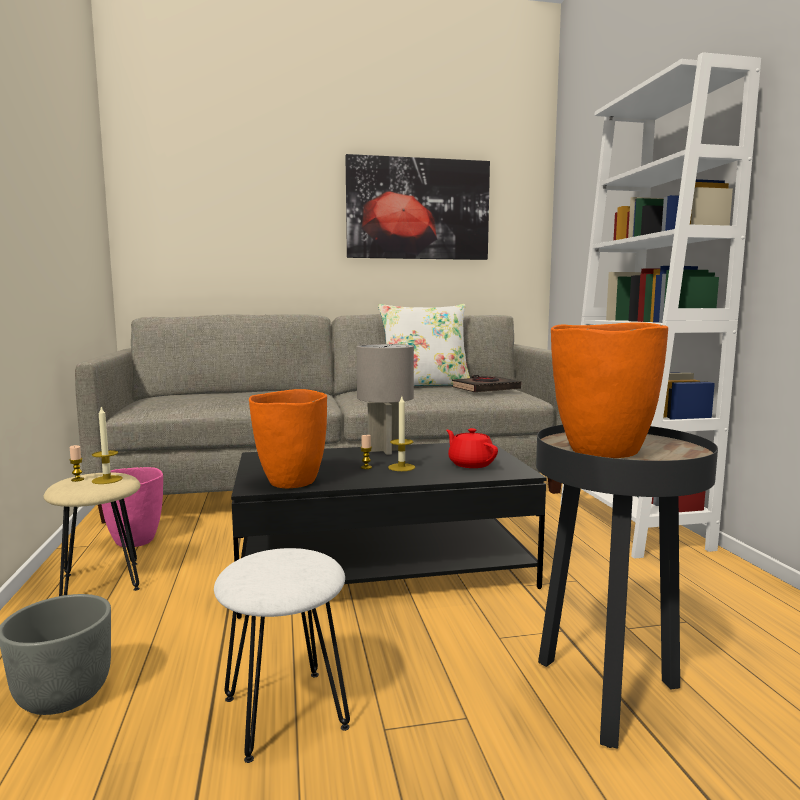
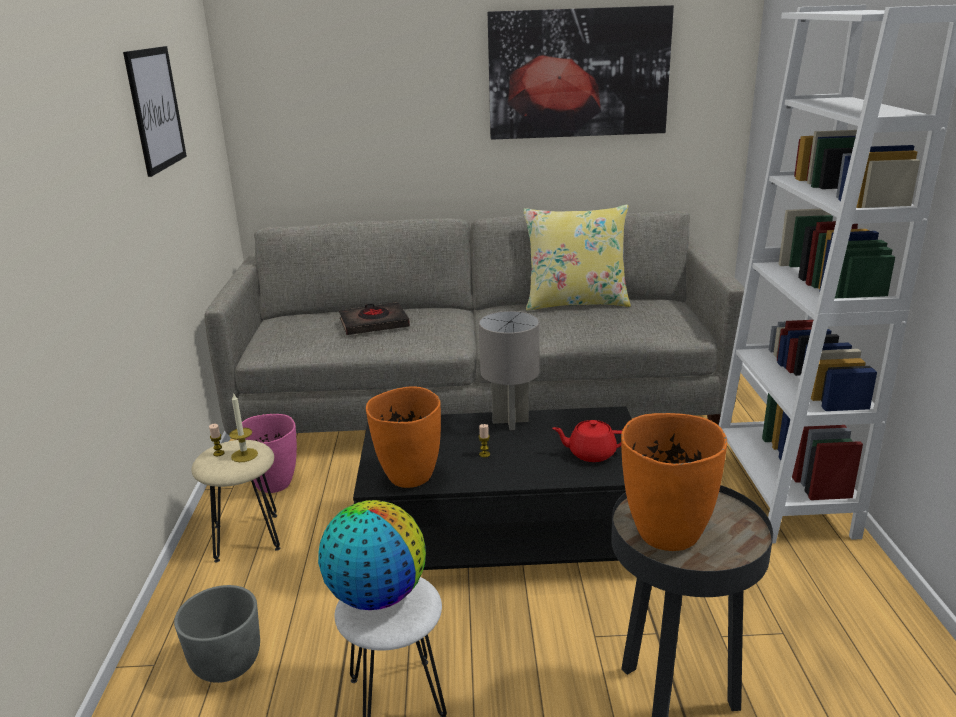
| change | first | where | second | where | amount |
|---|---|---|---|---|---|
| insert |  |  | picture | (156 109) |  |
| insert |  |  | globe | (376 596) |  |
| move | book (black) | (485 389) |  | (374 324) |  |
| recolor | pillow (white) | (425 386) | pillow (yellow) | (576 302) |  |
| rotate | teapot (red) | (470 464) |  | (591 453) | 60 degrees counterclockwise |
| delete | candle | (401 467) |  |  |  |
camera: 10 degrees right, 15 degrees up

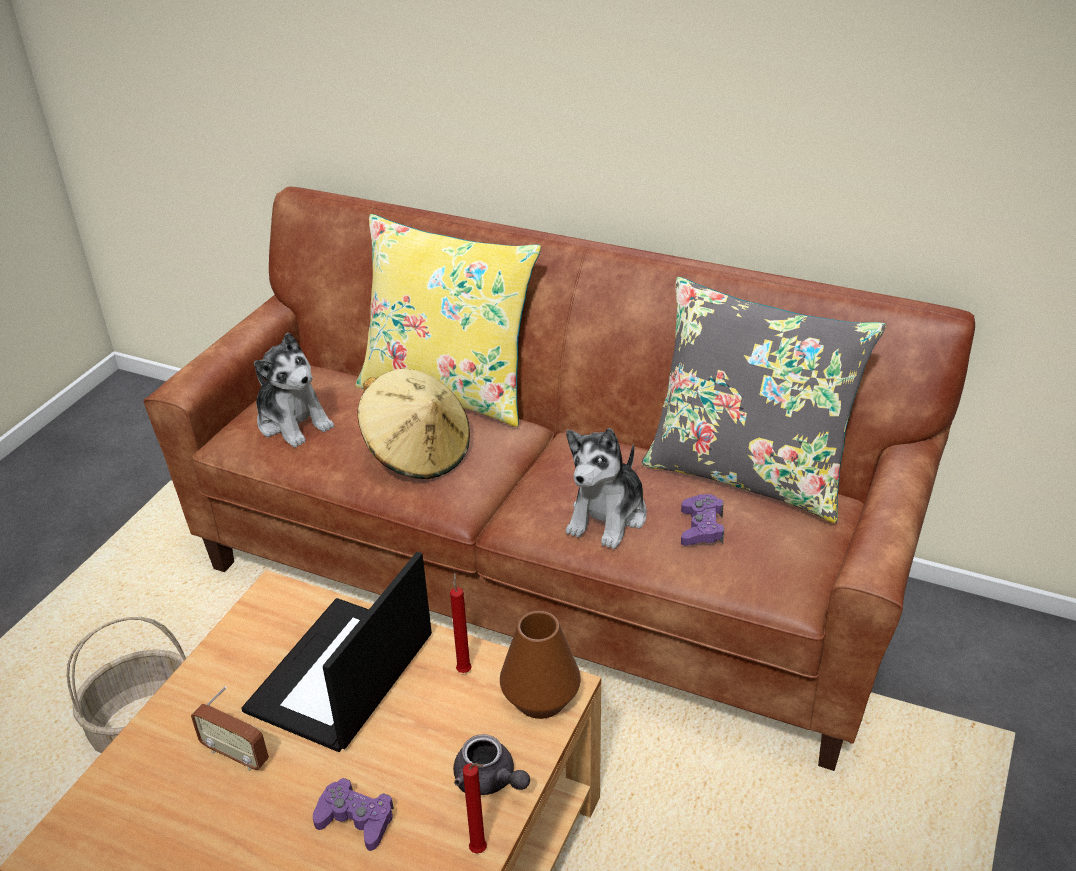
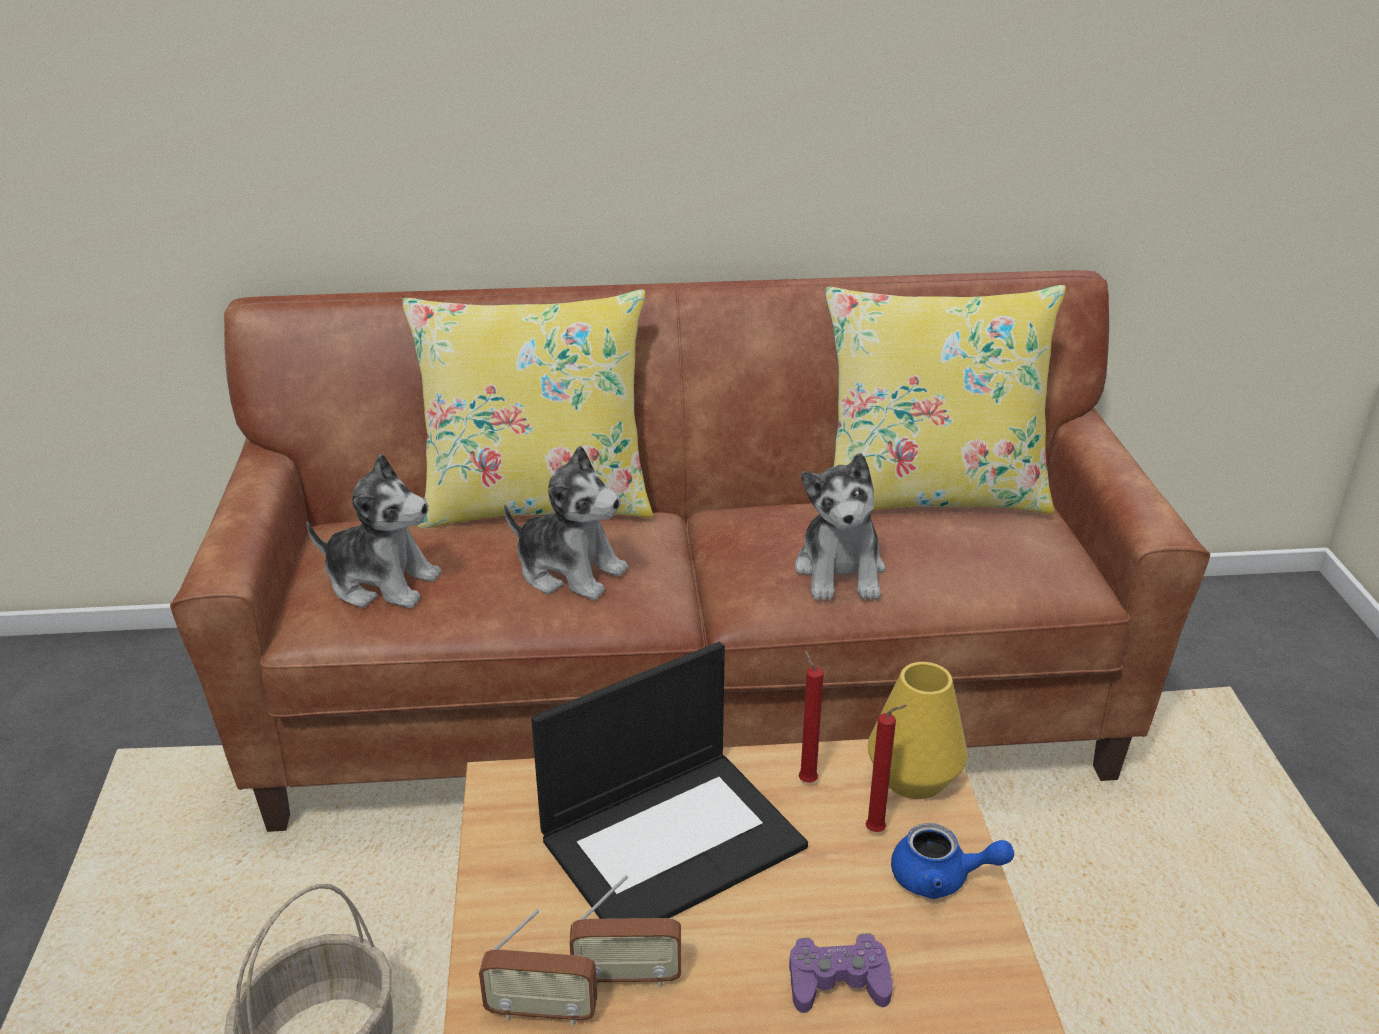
| change | first | where | second | where | amount |
|---|---|---|---|---|---|
| insert |  |  | radio | (541 1011) |  |
| replace | hat (beige) | (417 453) | plush toy | (569 571) |  |
| rotate | laptop | (341 676) |  | (673 839) | 120 degrees counterclockwise |
| recolor | pillow (grey) | (748 473) | pillow (yellow) | (930 494) |  |
| move | candle (red) | (480 851) |  | (878 831) |  |
| recolor | vase (brown) | (540 699) | vase (yellow) | (913 778) |  |
| recolor | teapot (grey) | (489 781) | teapot (blue) | (941 878) |  |
| delete | game controller (purple) | (701 527) |  |  |  |
camera: 30 degrees left, 5 degrees down

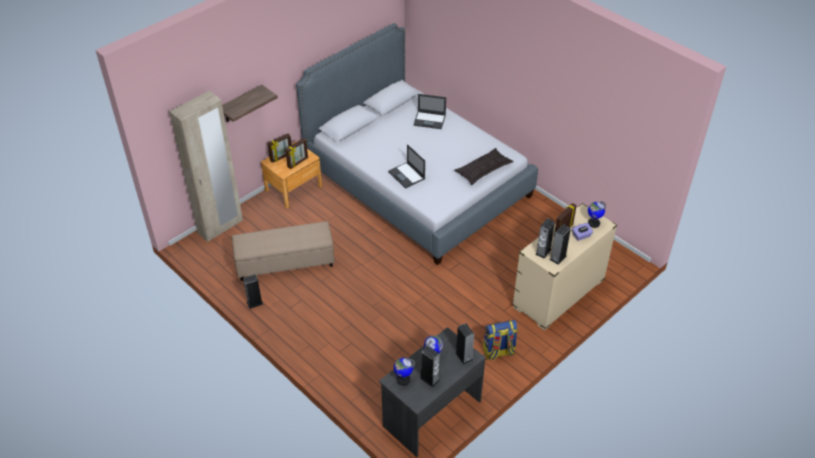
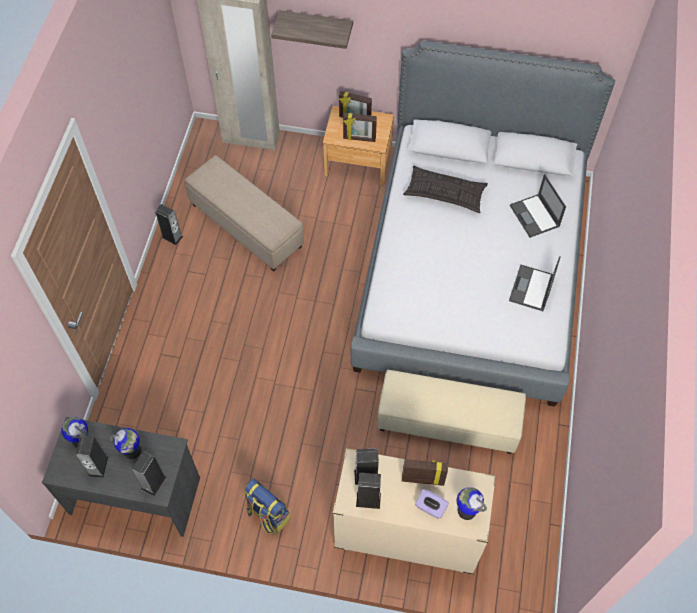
| change | first | where | second | where | amount |
|---|---|---|---|---|---|
| insert |  |  | ottoman (beige) | (448 421) |  |
| move | pillow | (483 169) |  | (445 193) |  |
| move | laptop | (407 175) |  | (531 289) |  |
camera: 55 degrees right, 15 degrees up

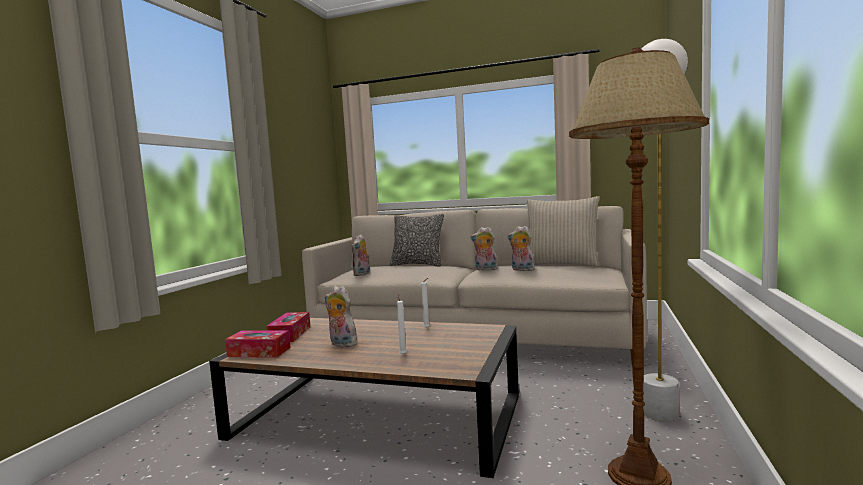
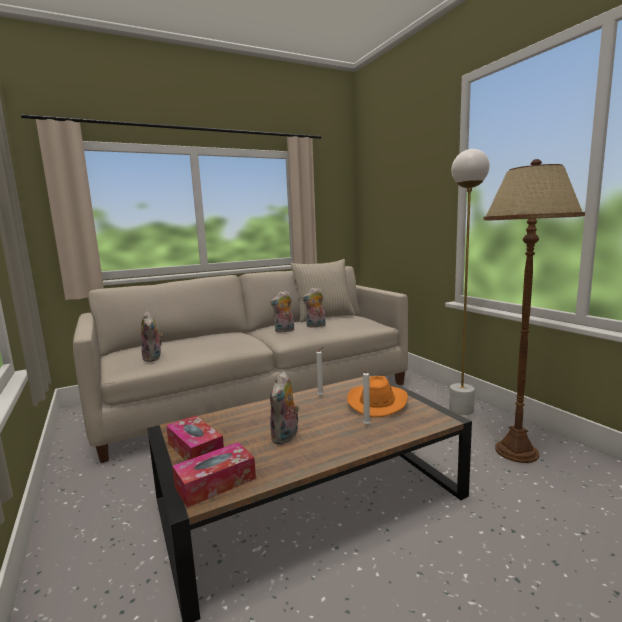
| change | first | where | second | where | amount |
|---|---|---|---|---|---|
| rotate | plush toy | (341 344) |  | (286 437) | 60 degrees counterclockwise |
| insert |  |  | hat (orange) | (377 402) |  |
| delete | pillow | (418 265) |  |  |  |
camera: 45 degrees left, 5 degrees up

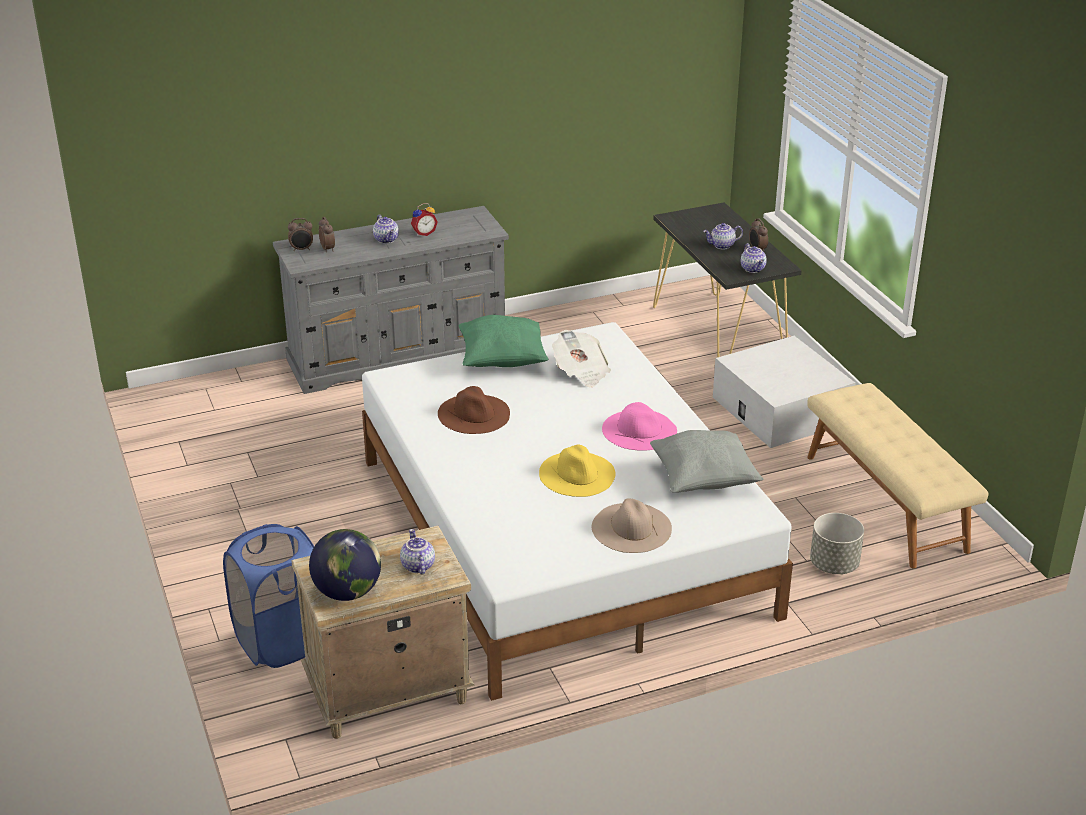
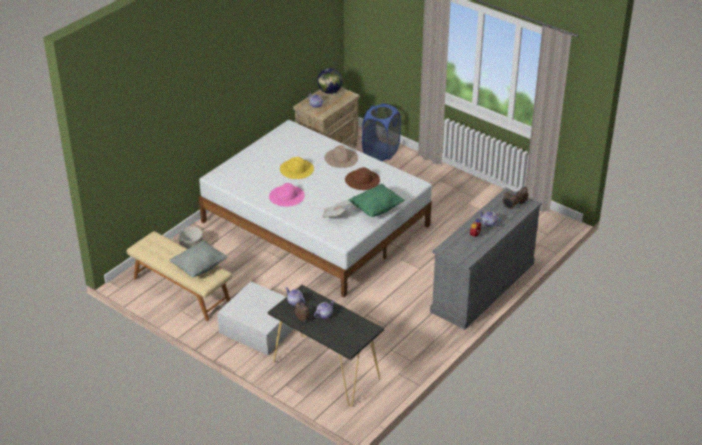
| change | first | where | second | where | amount |
|---|---|---|---|---|---|
| move | pillow (grey) | (703 481) |  | (199 267) |  |
| move | hat (beige) | (631 527) |  | (341 158) |  |
camera: 150 degrees right, 5 degrees up

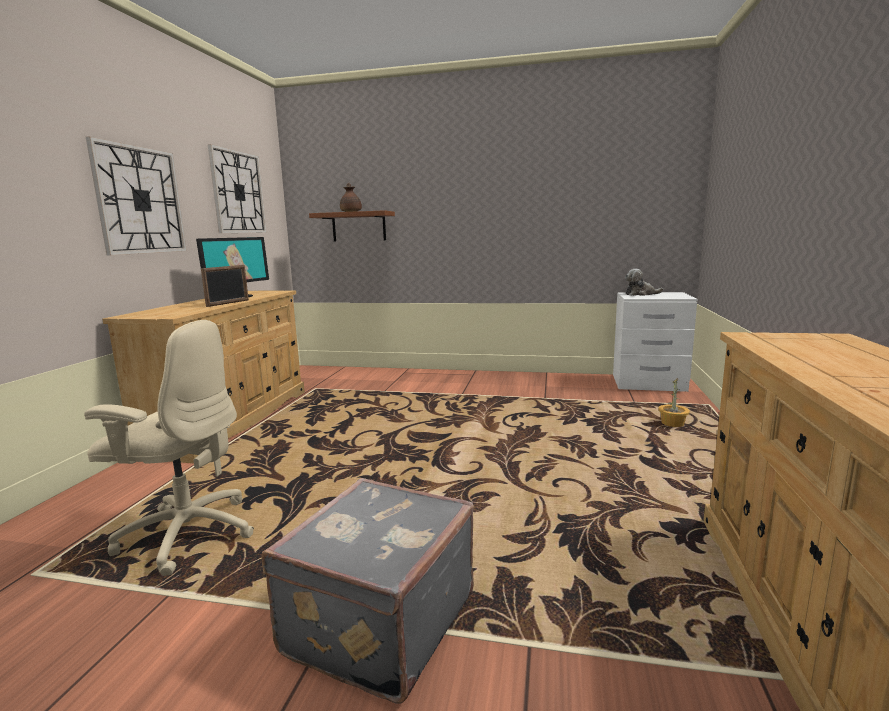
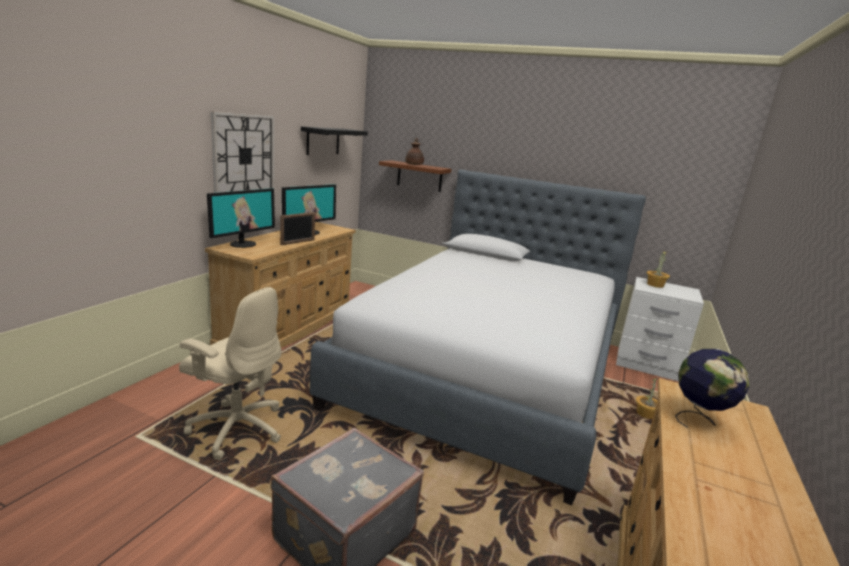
| change | first | where | second | where | amount |
|---|---|---|---|---|---|
| insert |  |  | monitor | (242 244) |  |
| replace | wall clock | (238 192) | shelf (black) | (323 141) |  |
| insert |  |  | bed | (487 372) |  |
| replace | plush toy | (640 294) | potted plant | (655 285) |  |
| insert |  |  | globe | (699 420) |  |
camera: 10 degrees right, 5 degrees up

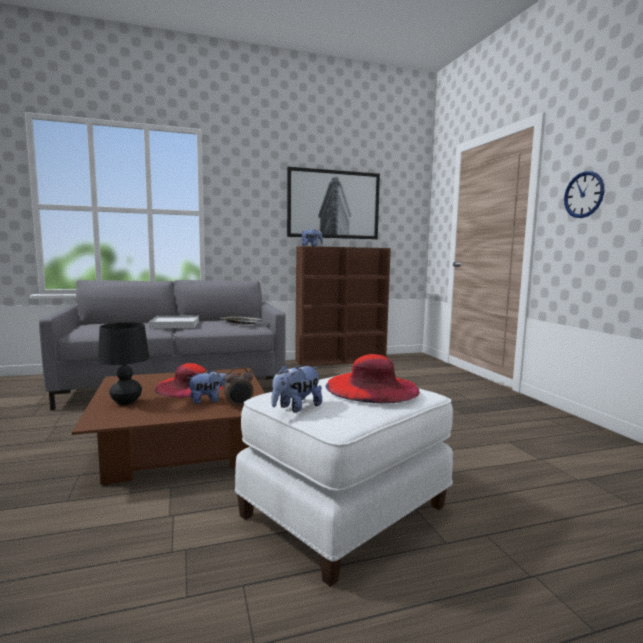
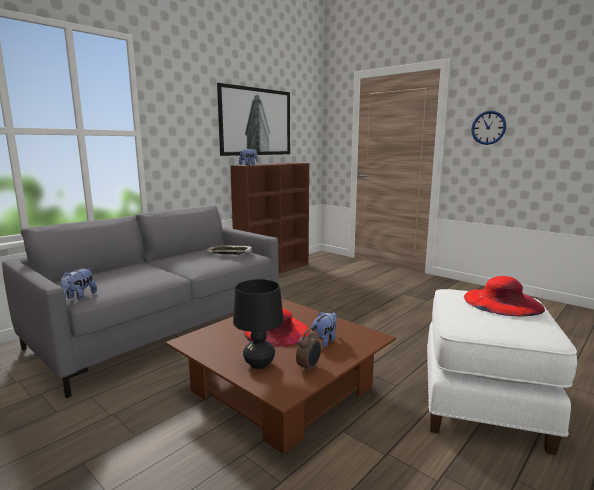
| change | first | where | second | where | amount |
|---|---|---|---|---|---|
| move | plush toy | (296 408) |  | (79 296) |  |
| move | alarm clock | (239 406) |  | (309 367) |  |
| delete | tray (white) | (175 324) |  |  |  |
camera: 30 degrees left, 5 degrees up

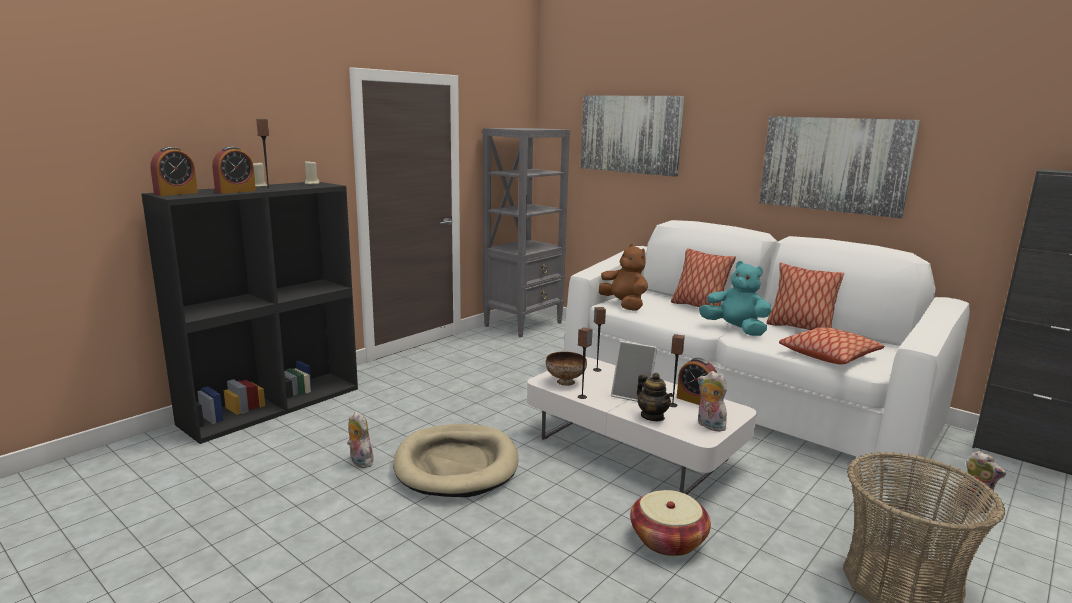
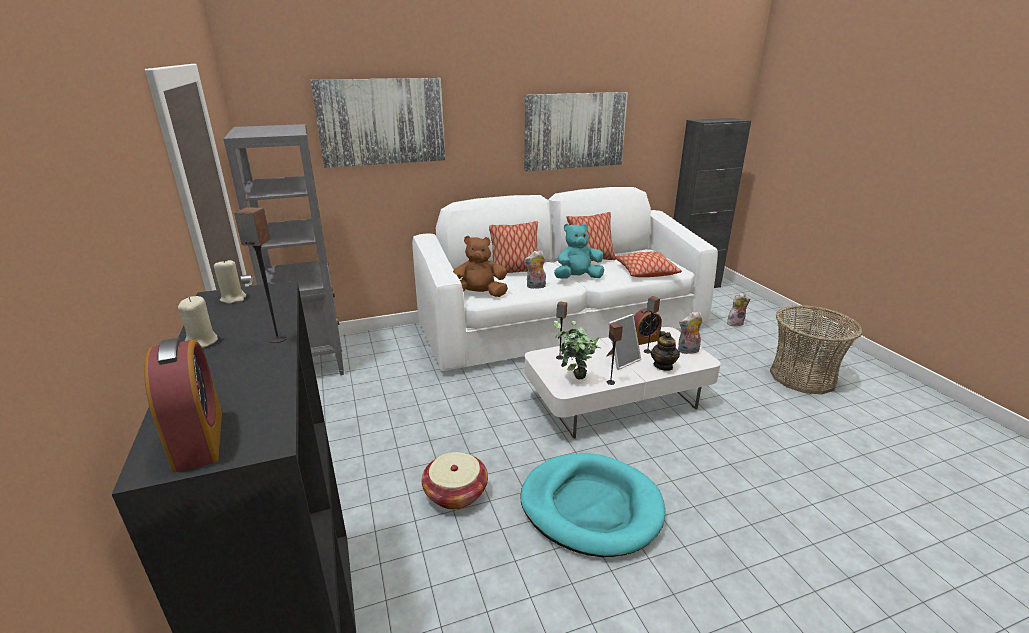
| change | first | where | second | where | amount |
|---|---|---|---|---|---|
| move | basket | (668 540) |  | (456 493) |  |
| recolor | dog bed (beige) | (456 465) | dog bed (turquoise) | (591 507) |  |
| move | plush toy | (359 462) |  | (535 287) |  |
| replace | bowl | (565 382) | potted plant | (574 380) |  |
| rotate | teapot | (652 416) |  | (663 366) | 90 degrees clockwise |
| delete | alarm clock | (235 191) |  |  |  |
camera: 60 degrees left, 10 degrees up

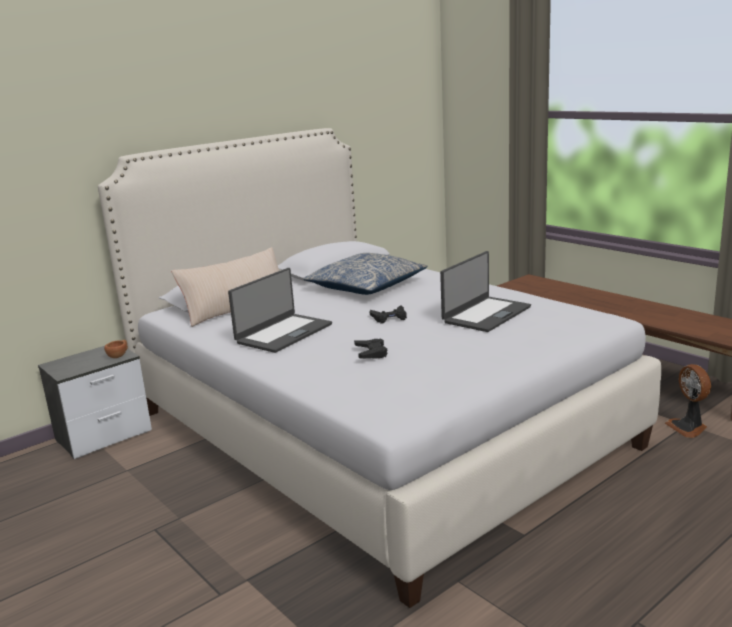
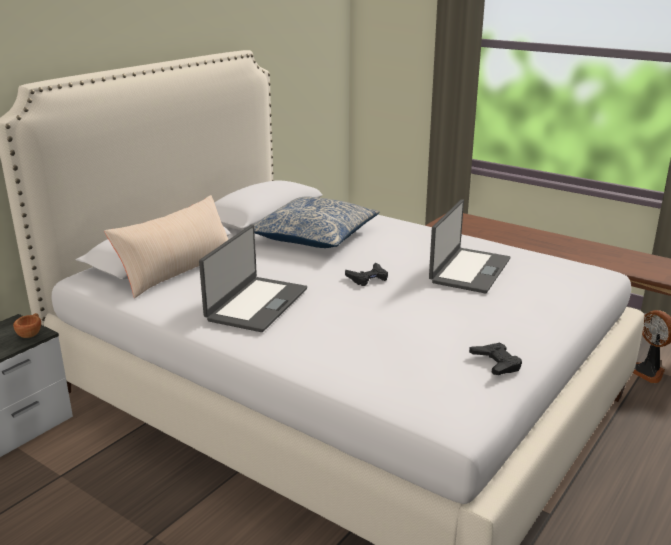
| change | first | where | second | where | amount |
|---|---|---|---|---|---|
| move | game controller (black) | (371 352) |  | (496 363) |  |
camera: 15 degrees left, 5 degrees up

